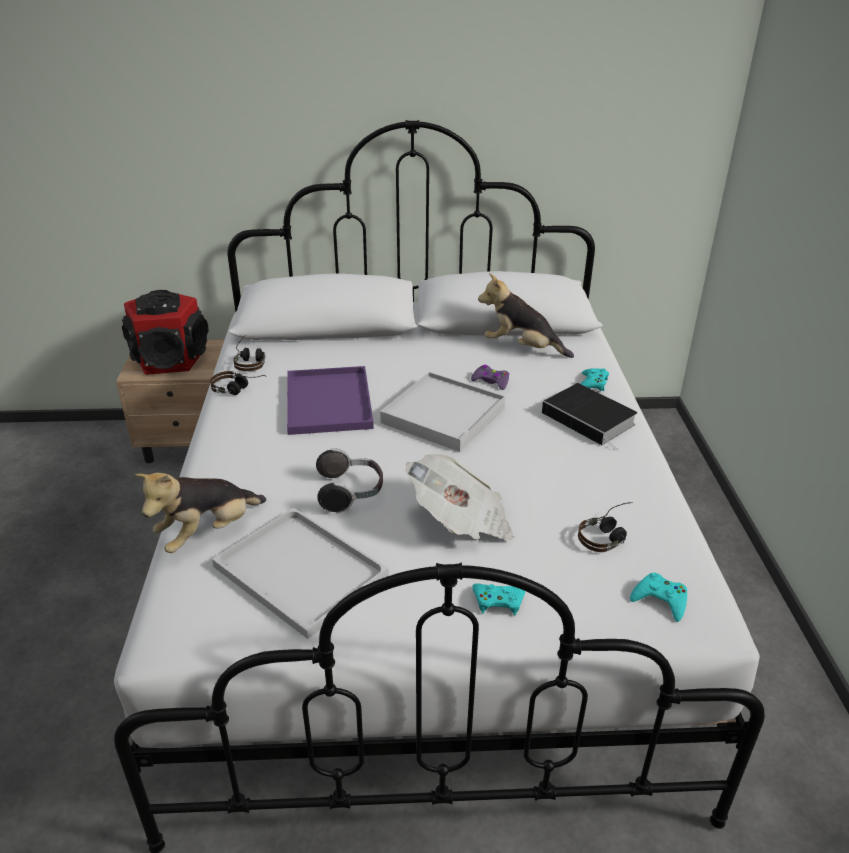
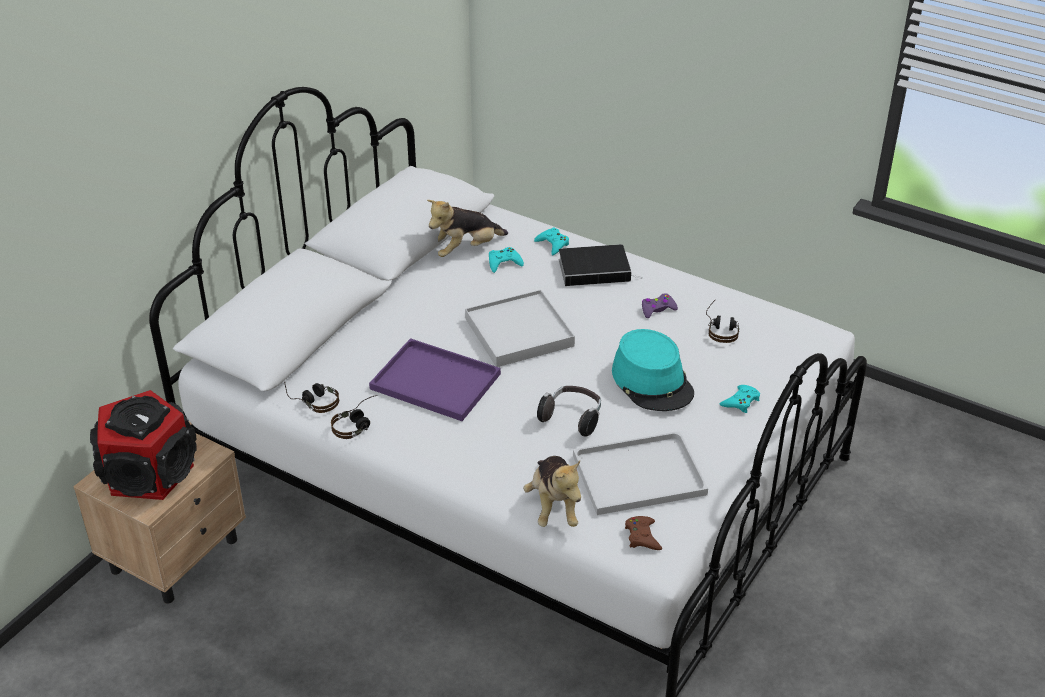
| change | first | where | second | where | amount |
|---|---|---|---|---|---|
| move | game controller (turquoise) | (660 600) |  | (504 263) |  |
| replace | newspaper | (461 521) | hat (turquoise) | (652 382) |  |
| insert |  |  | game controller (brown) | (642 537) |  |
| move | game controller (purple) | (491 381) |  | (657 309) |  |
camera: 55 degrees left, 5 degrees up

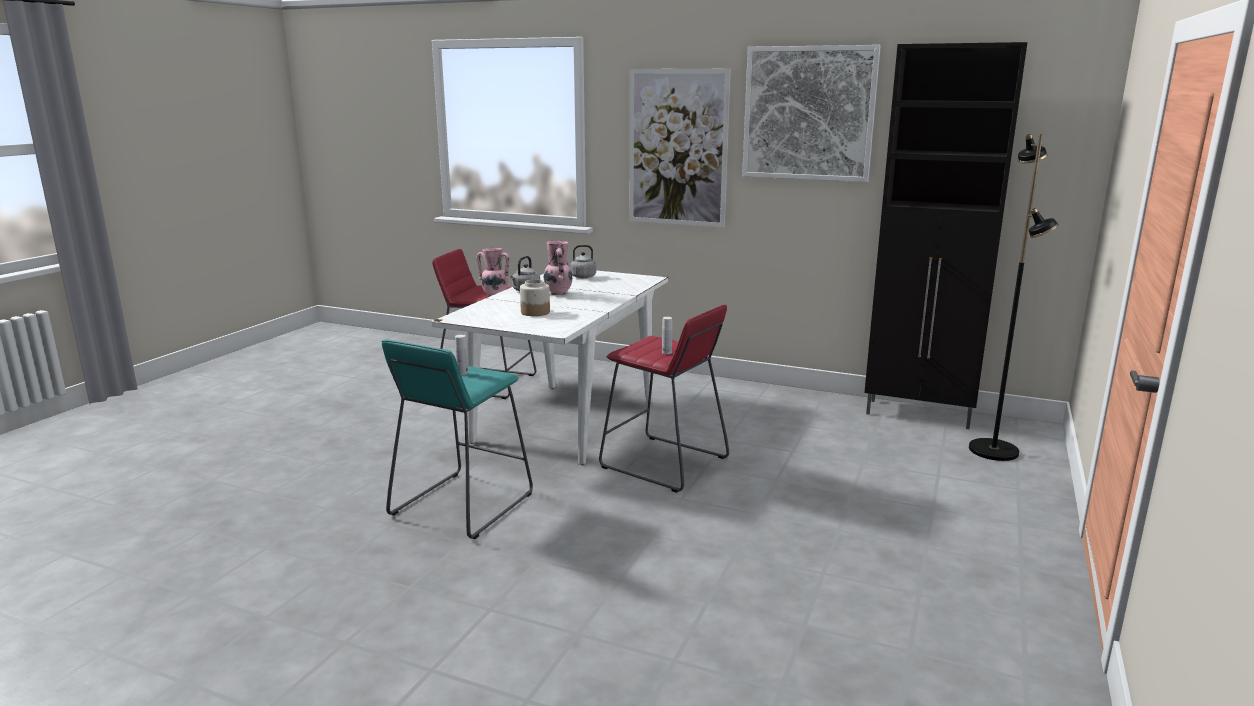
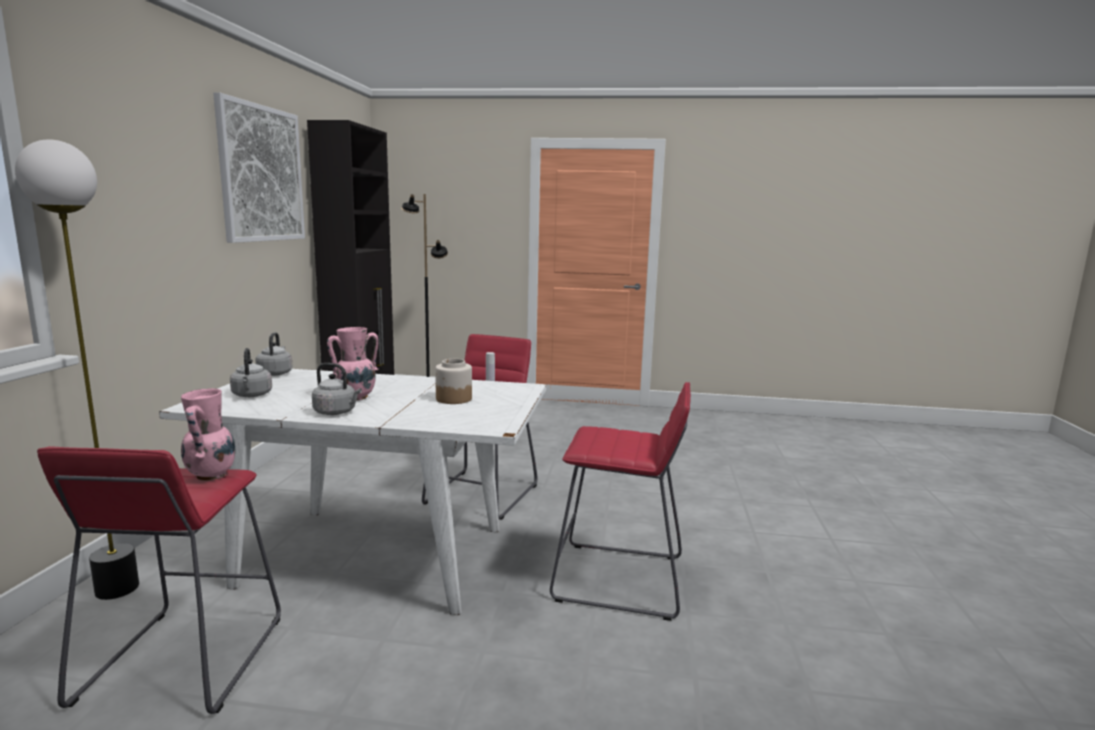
| change | first | where | second | where | amount |
|---|---|---|---|---|---|
| insert |  |  | floor lamp | (116 588) |  |
| insert |  |  | kettle (grey) | (275 373) |  |
| recolor | stool (turquoise) | (462 505) | stool (red) | (619 579) |  |
| delete | bottle (white) | (462 373) |  |  |  |
| delete | picture | (677 148) |  |  |  |
camera: 105 degrees left, 5 degrees down

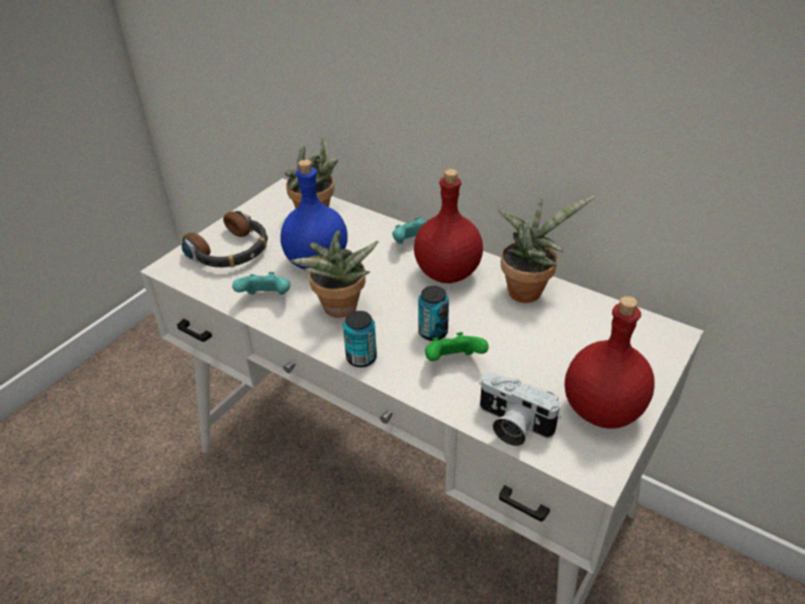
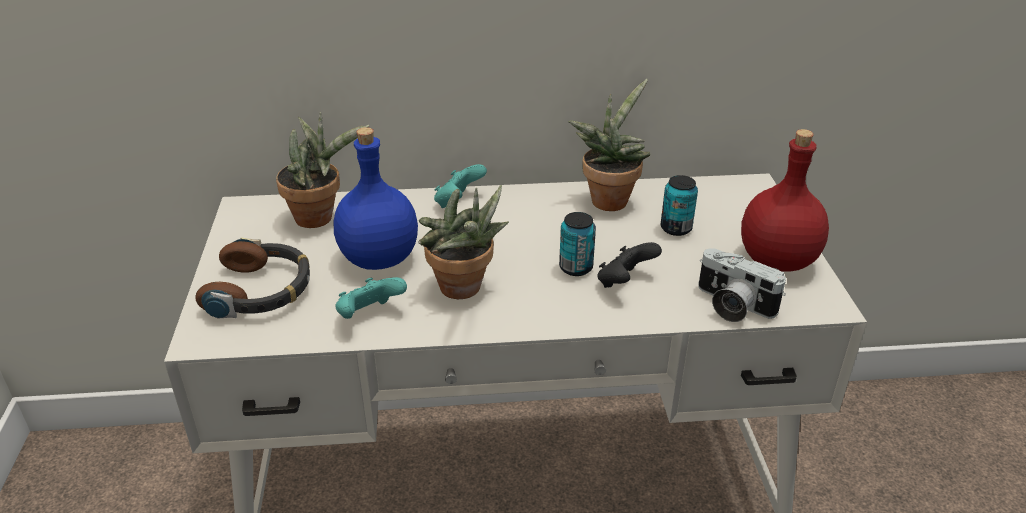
| change | first | where | second | where | amount |
|---|---|---|---|---|---|
| recolor | game controller (green) | (453 362) | game controller (black) | (624 282) |  |
| move | can | (361 358) |  | (676 228) |  |
| rotate | photo camera | (512 425) |  | (731 305) | 45 degrees clockwise |
| delete | bottle (red) | (448 273) |  |  |  |
camera: 40 degrees left, 5 degrees down

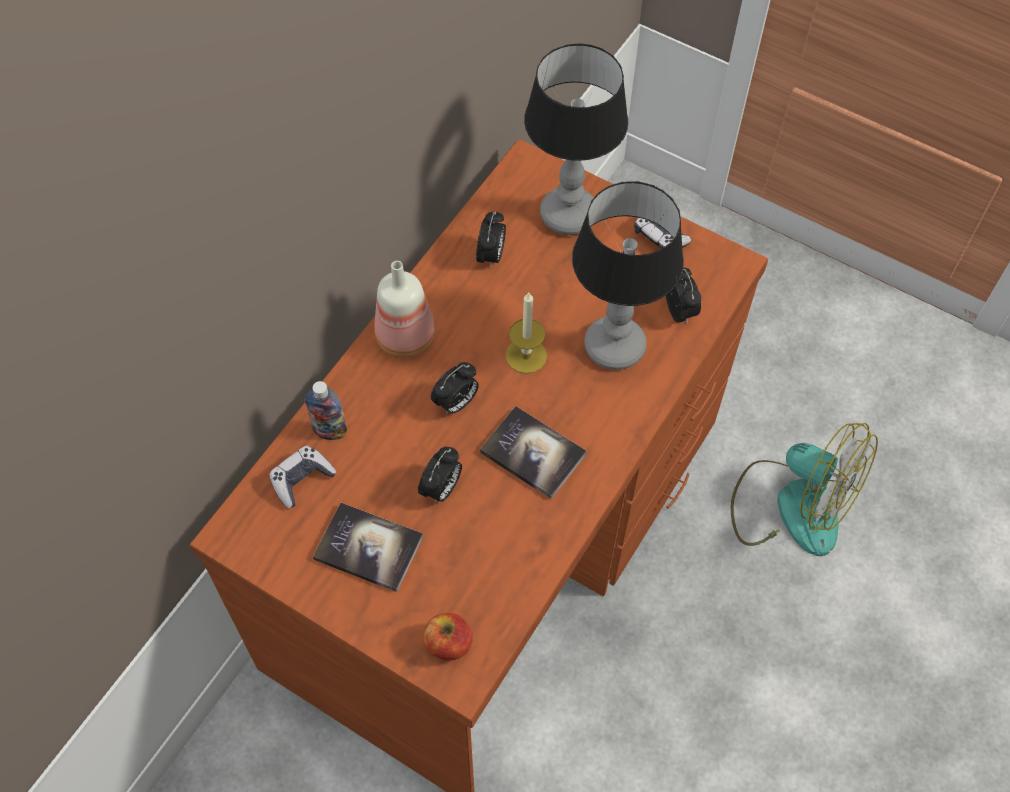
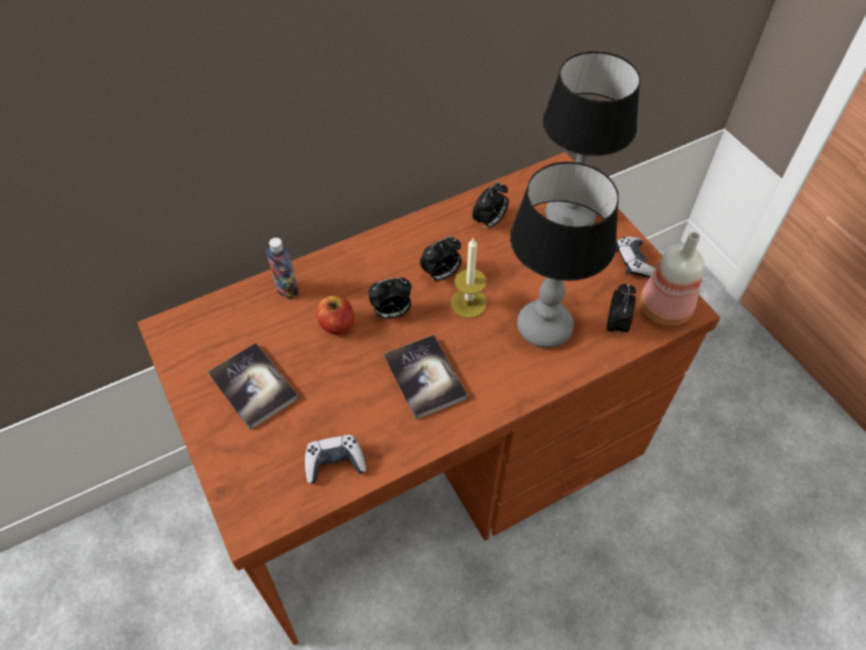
| change | first | where | second | where | amount |
|---|---|---|---|---|---|
| move | game controller | (302 480) |  | (334 462) |  |
| move | apple | (448 643) |  | (337 325) |  |
| move | alarm clock | (441 489) |  | (441 274) |  |
| move | bottle | (407 336) |  | (666 309) |  |
| delete | fan | (791 505) |  |  |  |
camera: 30 degrees right, 5 degrees down

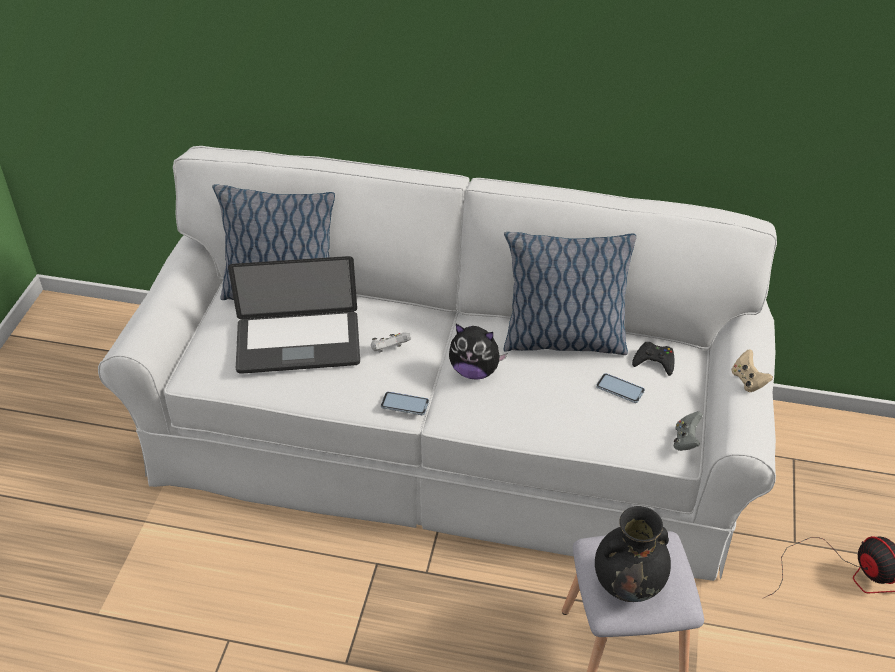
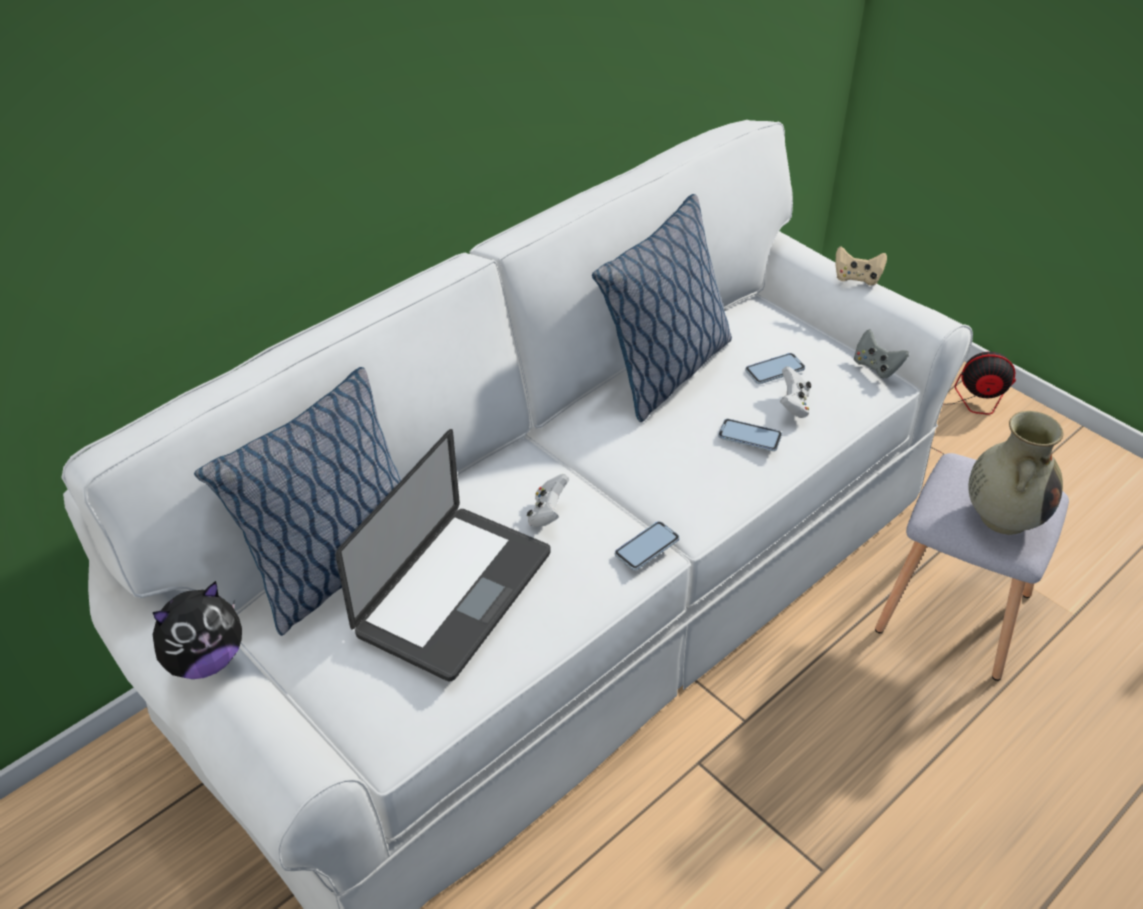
| change | first | where | second | where | amount |
|---|---|---|---|---|---|
| move | plush toy | (474 371) |  | (205 660) |  |
| insert |  |  | phone | (749 436) |  |
| insert |  |  | game controller (white) | (793 405) |  |
| recolor | vase (black) | (629 584) | vase (beige) | (1003 516) |  |
| delete | game controller (black) | (654 361) |  |  |  |
camera: 55 degrees left, 0 degrees up

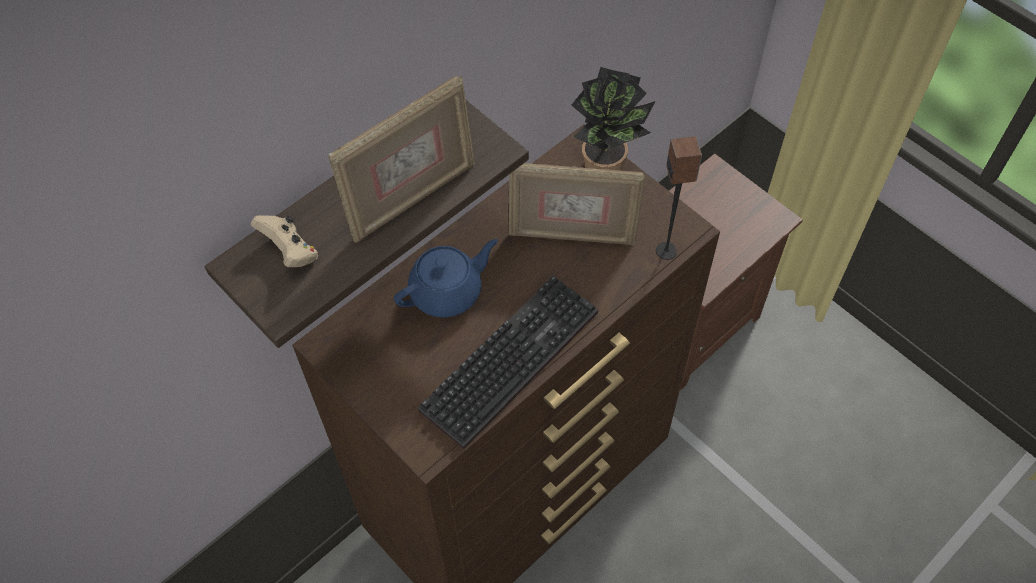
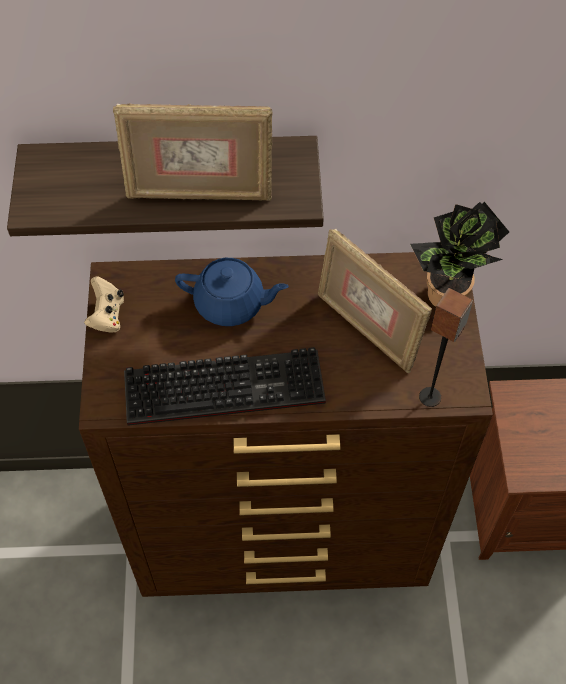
| change | first | where | second | where | amount |
|---|---|---|---|---|---|
| move | game controller (beige) | (290 252) |  | (107 315) |  |
camera: 40 degrees right, 0 degrees up

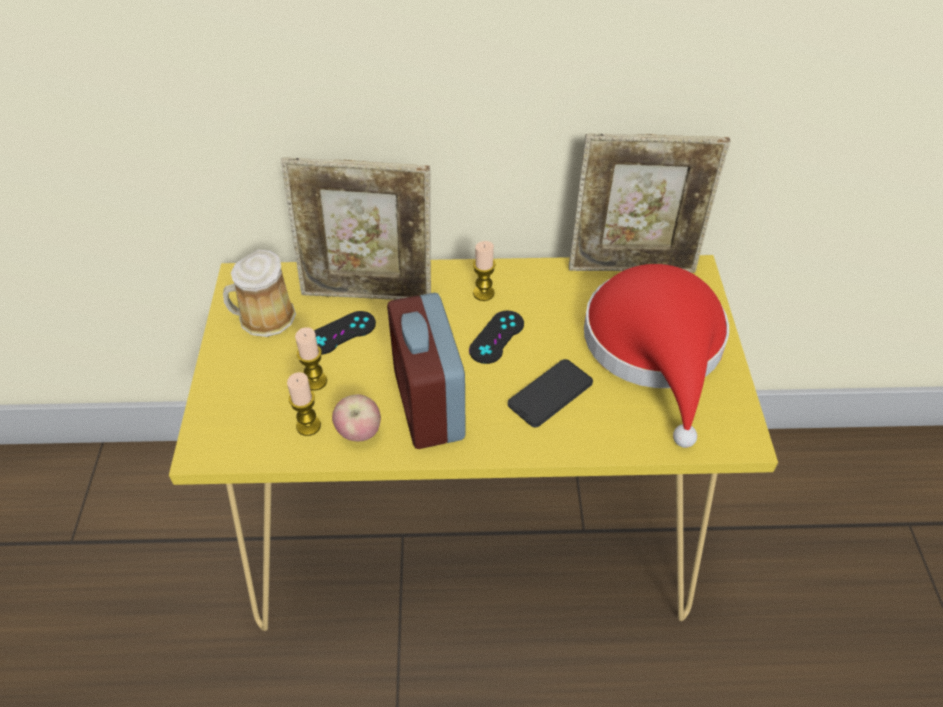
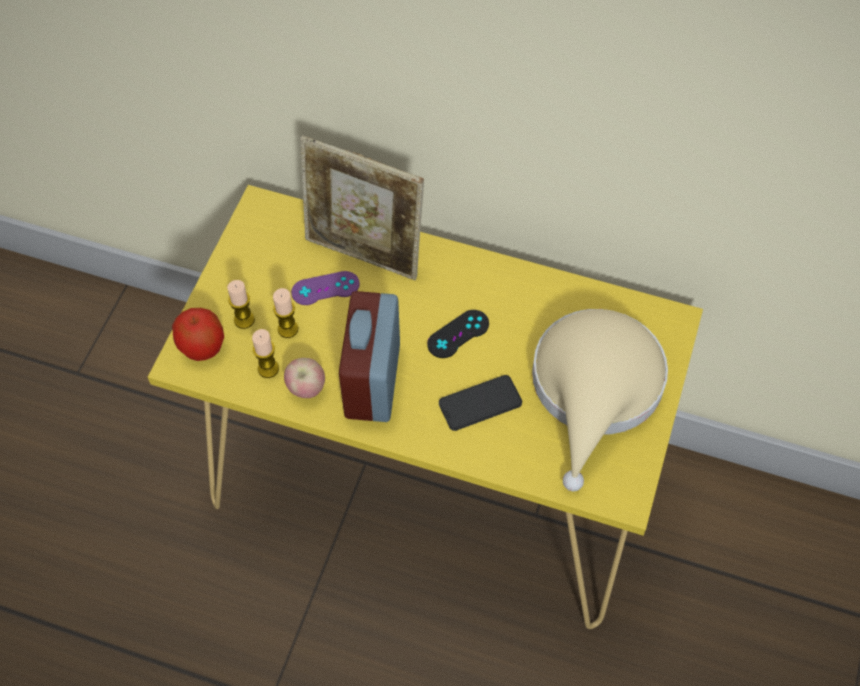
| change | first | where | second | where | amount |
|---|---|---|---|---|---|
| insert |  |  | apple | (202 347) |  |
| move | candle | (483 293) |  | (244 320) |  |
| recolor | game controller (black) | (340 333) | game controller (purple) | (325 288) |  |
| recolor | hat (red) | (656 349) | hat (beige) | (595 390) |  |
| delete | mug | (263 318) |  |  |  |
| delete | picture frame | (632 266) |  |  |  |
camera: 20 degrees right, 10 degrees up

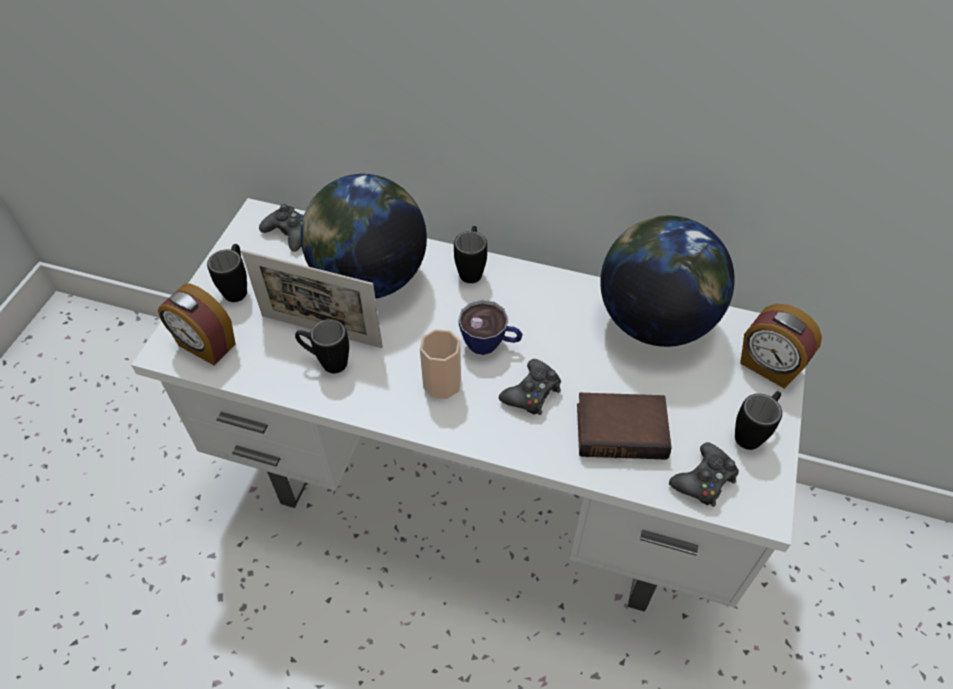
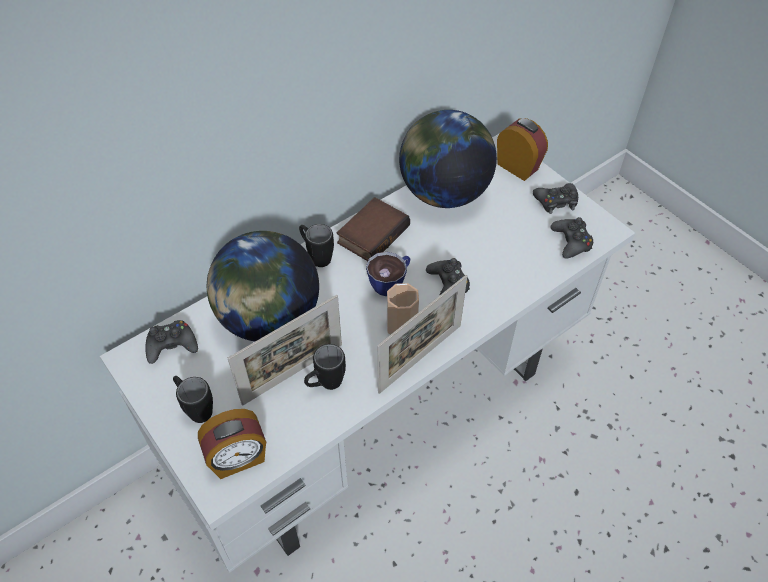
| change | first | where | second | where | amount |
|---|---|---|---|---|---|
| move | book | (622 429) |  | (372 233) |  |
| insert |  |  | picture frame | (420 358) |  |
| rotate | alarm clock | (768 366) |  | (518 166) | 120 degrees counterclockwise |
| replace | mug (black) | (752 432) | game controller (black) | (556 201) |  |
camera: 55 degrees left, 0 degrees up

